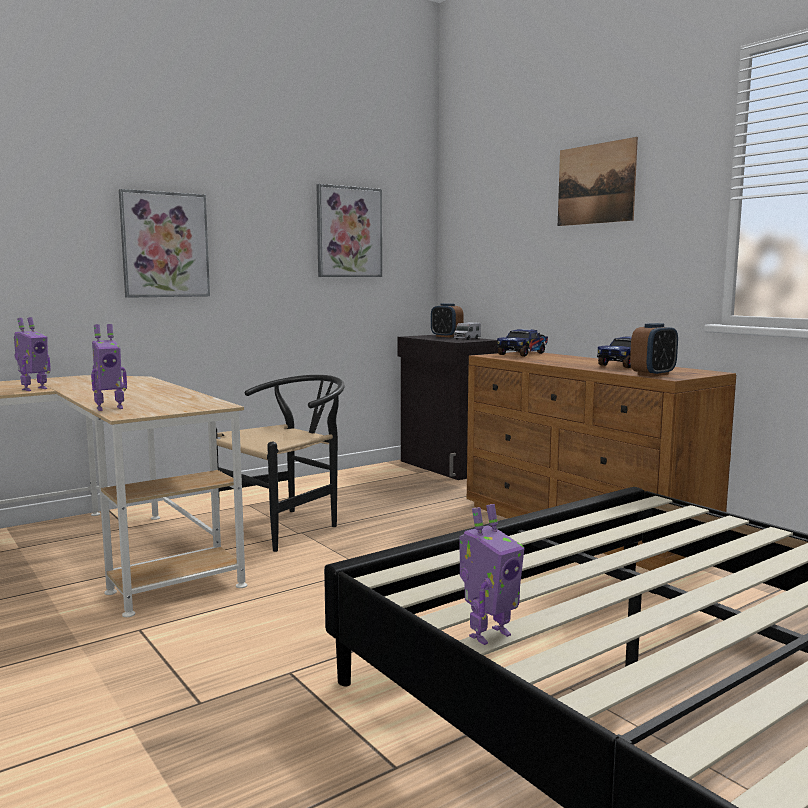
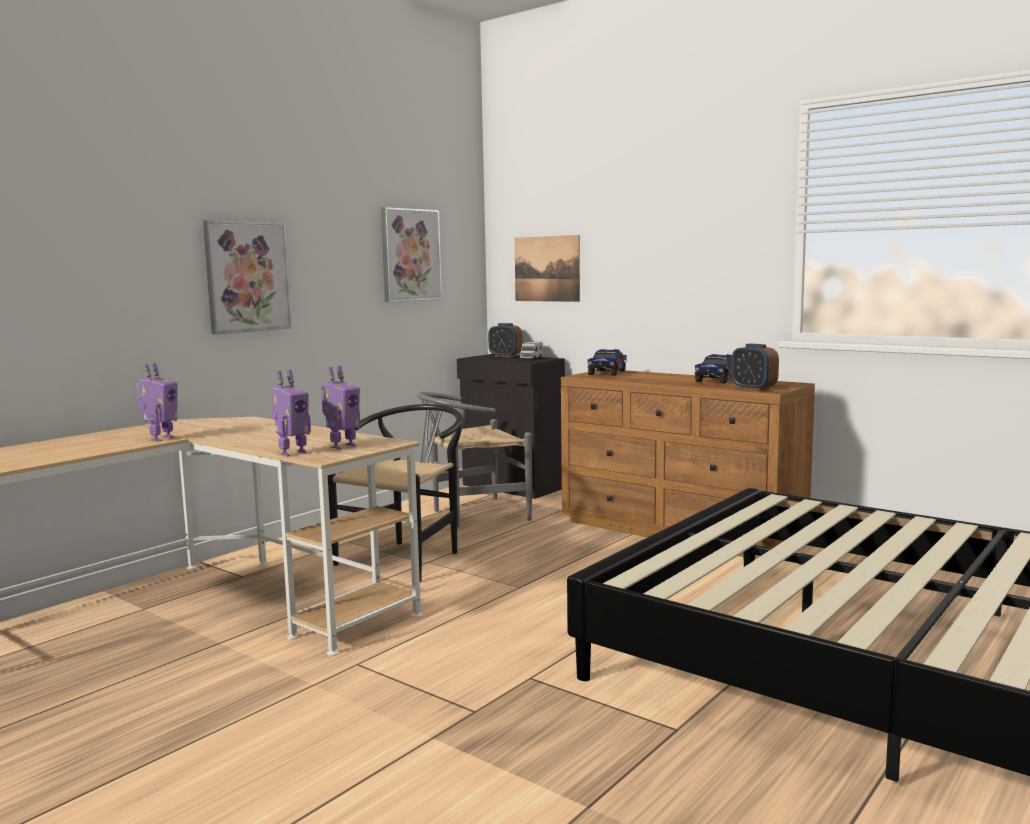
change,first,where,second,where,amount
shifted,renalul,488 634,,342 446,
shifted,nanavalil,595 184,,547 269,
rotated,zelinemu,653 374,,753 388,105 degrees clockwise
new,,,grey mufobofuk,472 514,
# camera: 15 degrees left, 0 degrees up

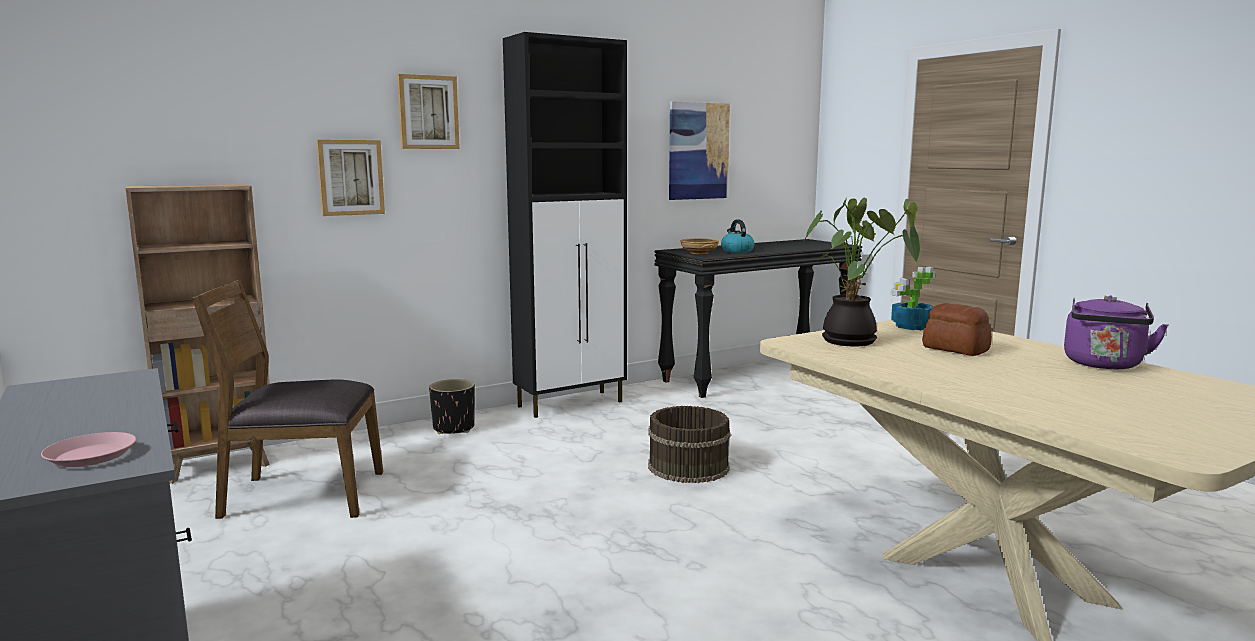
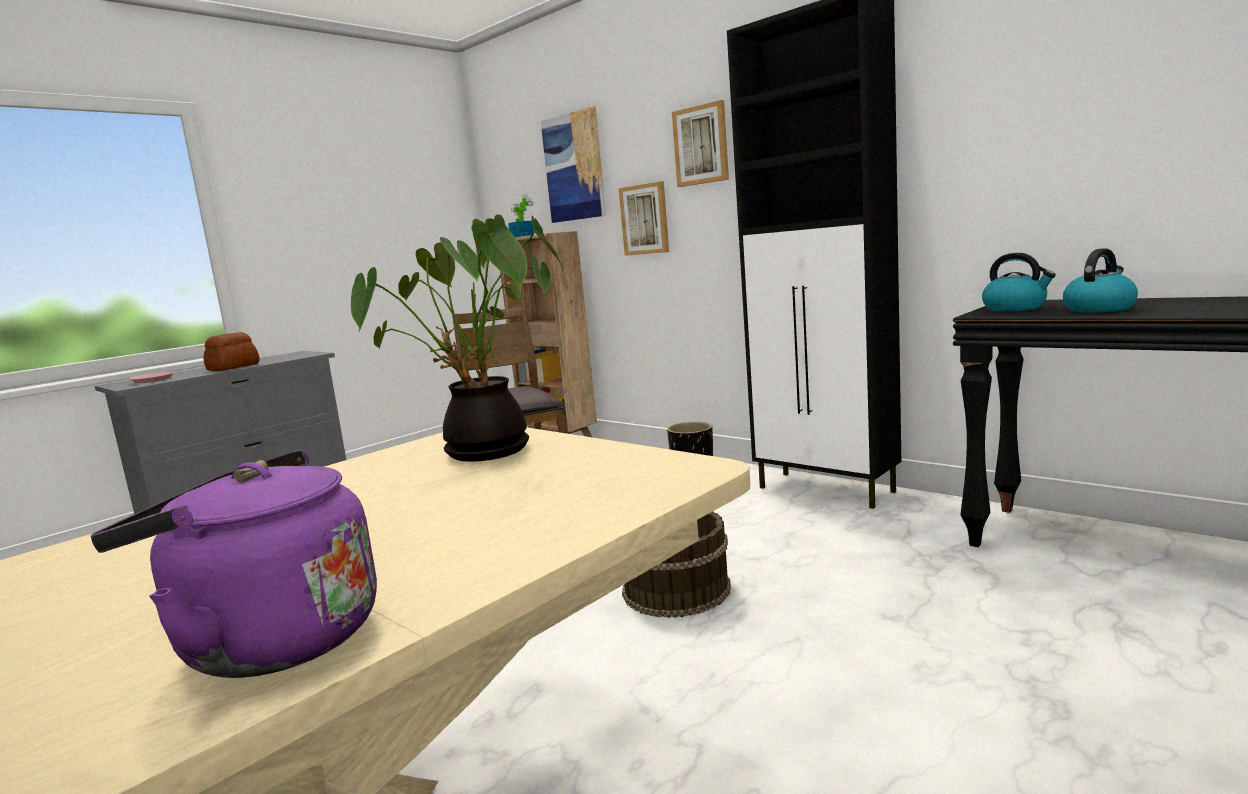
change,first,where,second,where,amount
shifted,nanavalil,698 151,,574 167,
swapped,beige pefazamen,699 253,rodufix,1015 308,
shifted,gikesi,911 327,,523 236,
shifted,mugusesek,955 349,,232 367,
# camera: 75 degrees right, 0 degrees up

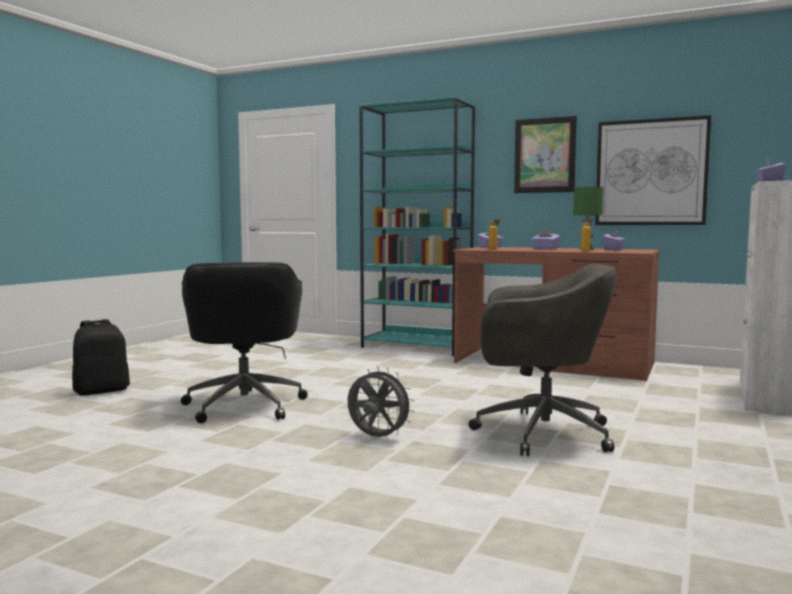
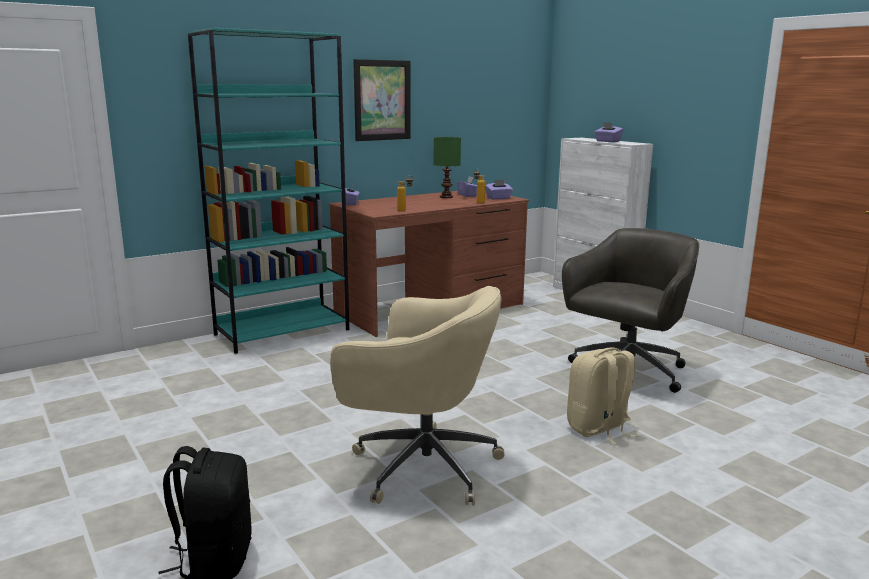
change,first,where,second,where,amount
repainted,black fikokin,245 405,beige fikokin,421 466,
swapped,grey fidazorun,377 438,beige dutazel,599 429,
shifted,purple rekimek,545 249,,498 198,
gone,nanavalil,651 172,,,
# camera: 60 degrees left, 10 degrees up

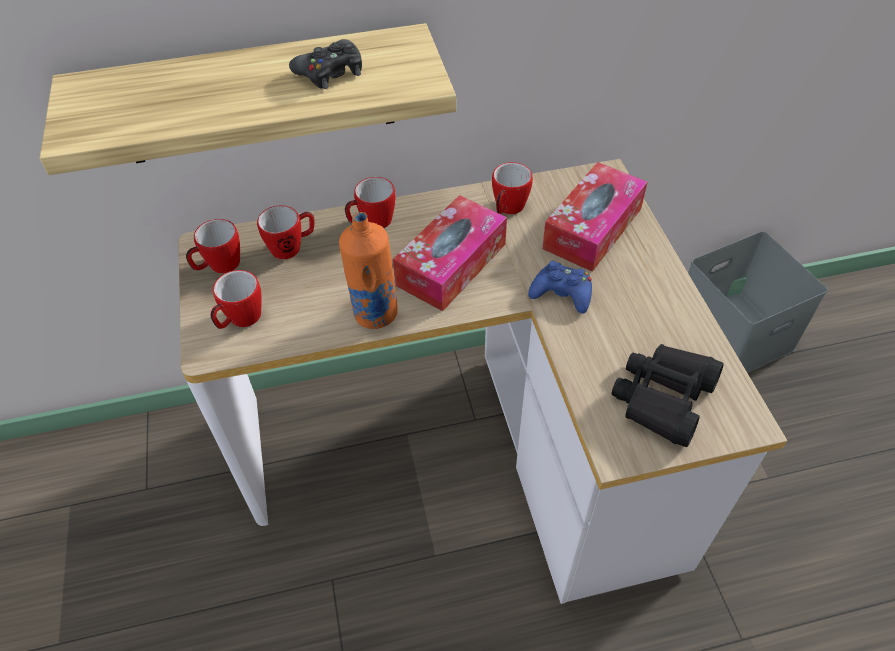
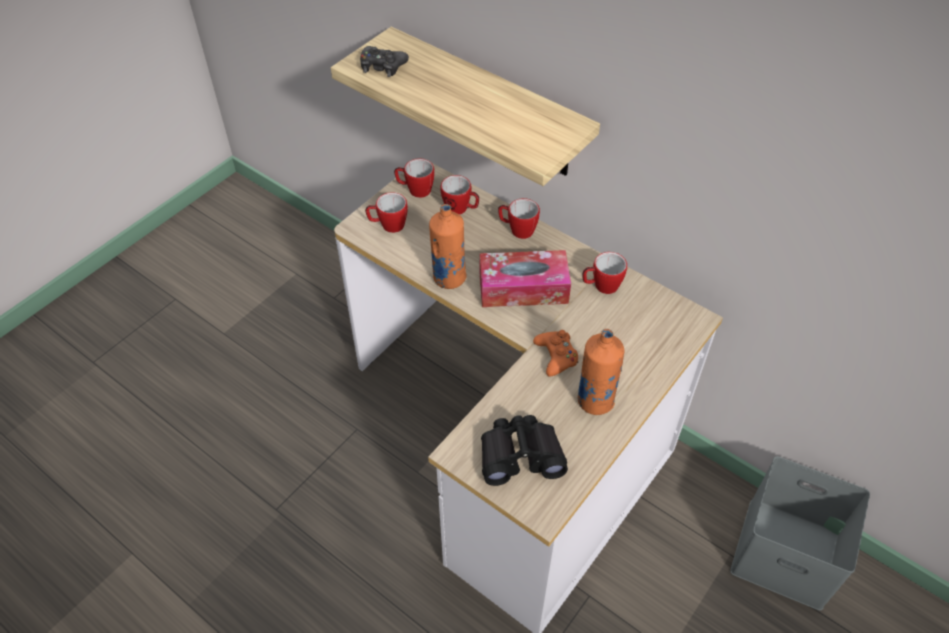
change,first,where,second,where,amount
shifted,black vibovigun,330 72,,382 66,
repainted,blue vibovigun,562 293,orange vibovigun,556 356,
gone,rekimek,592 228,,,
new,,,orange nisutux,595 400,
# camera: 50 degrees right, 0 degrees up

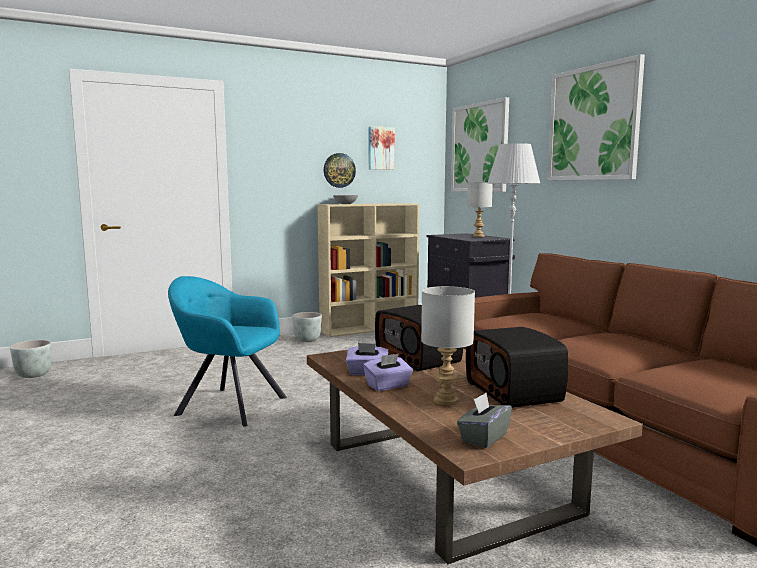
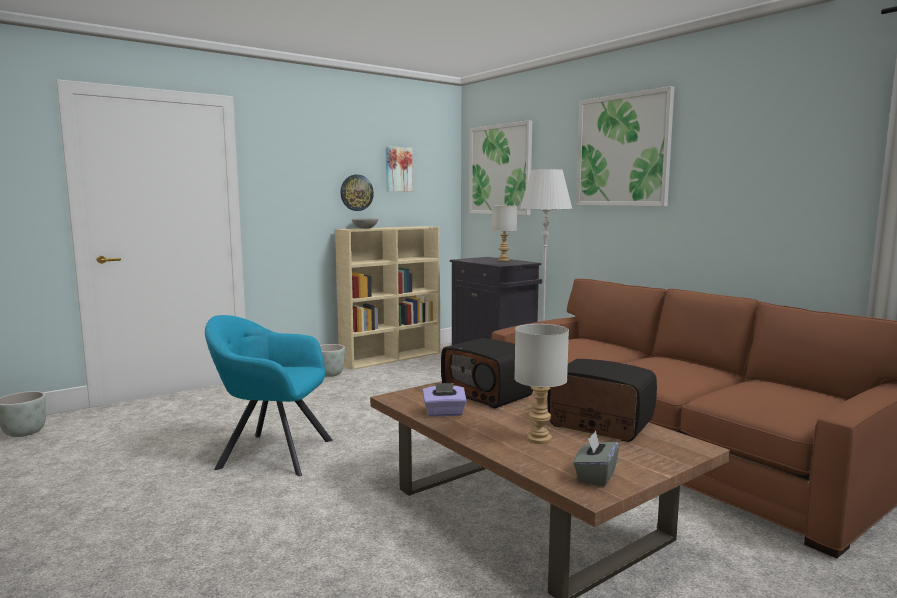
change,first,where,second,where,amount
gone,purple rekimek,388 386,,,
rotated,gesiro,515 391,,599 424,150 degrees clockwise
# camera: 10 degrees left, 0 degrees up

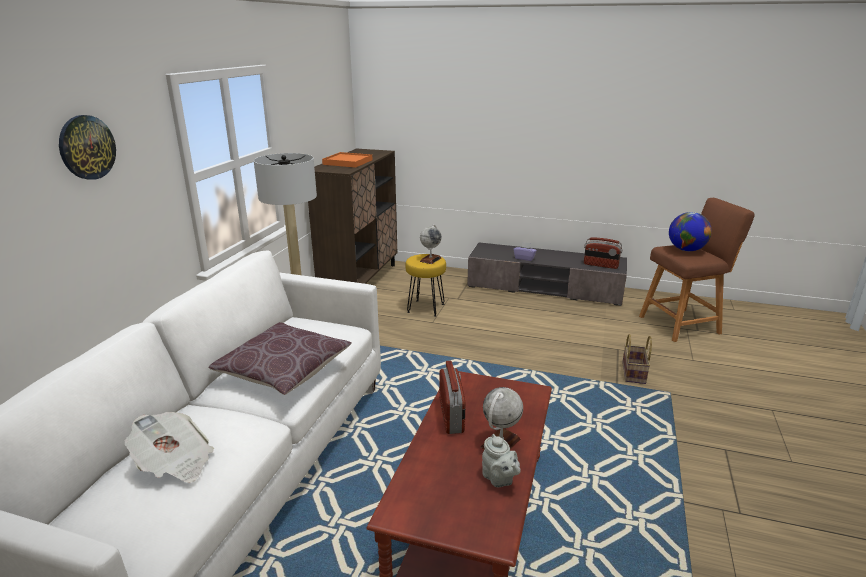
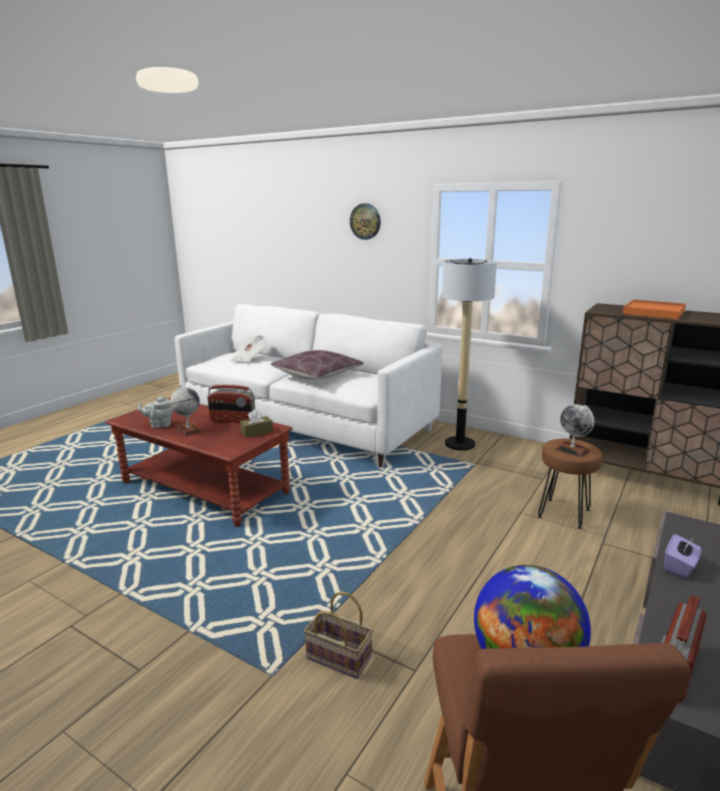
change,first,where,second,where,amount
repainted,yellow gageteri,426 308,brown gageteri,564 513,
new,,,brown rekimek,257 432,
# camera: 105 degrees right, 5 degrees down

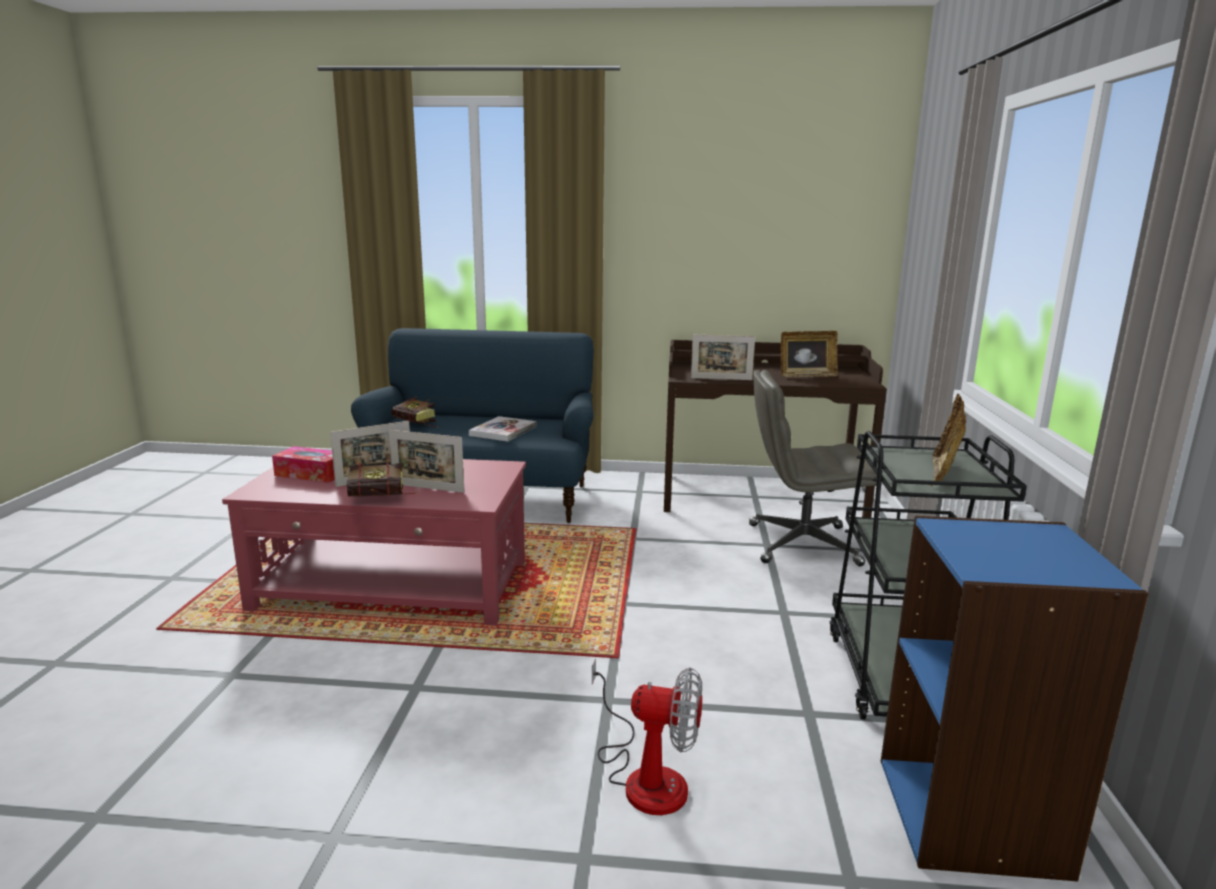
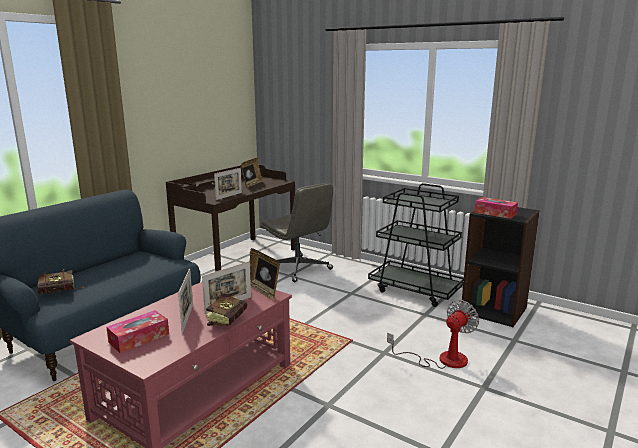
change,first,where,second,where,amount
gone,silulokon,503 431,,,
rotated,grey fikokin,801 544,,298 269,75 degrees counterclockwise
repainted,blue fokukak,972 816,black fokukak,494 310,
shifted,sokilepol,943 474,,263 291,
new,,,rekimek,495 213,
# camera: 60 degrees left, 0 degrees up

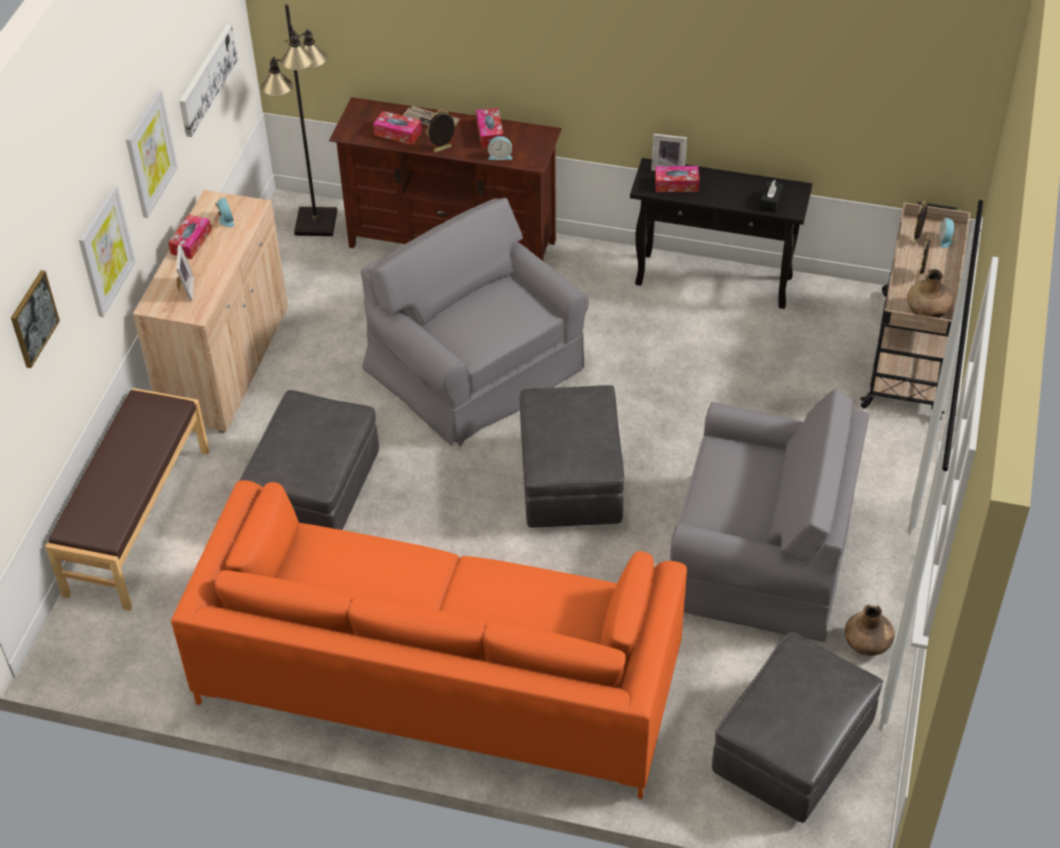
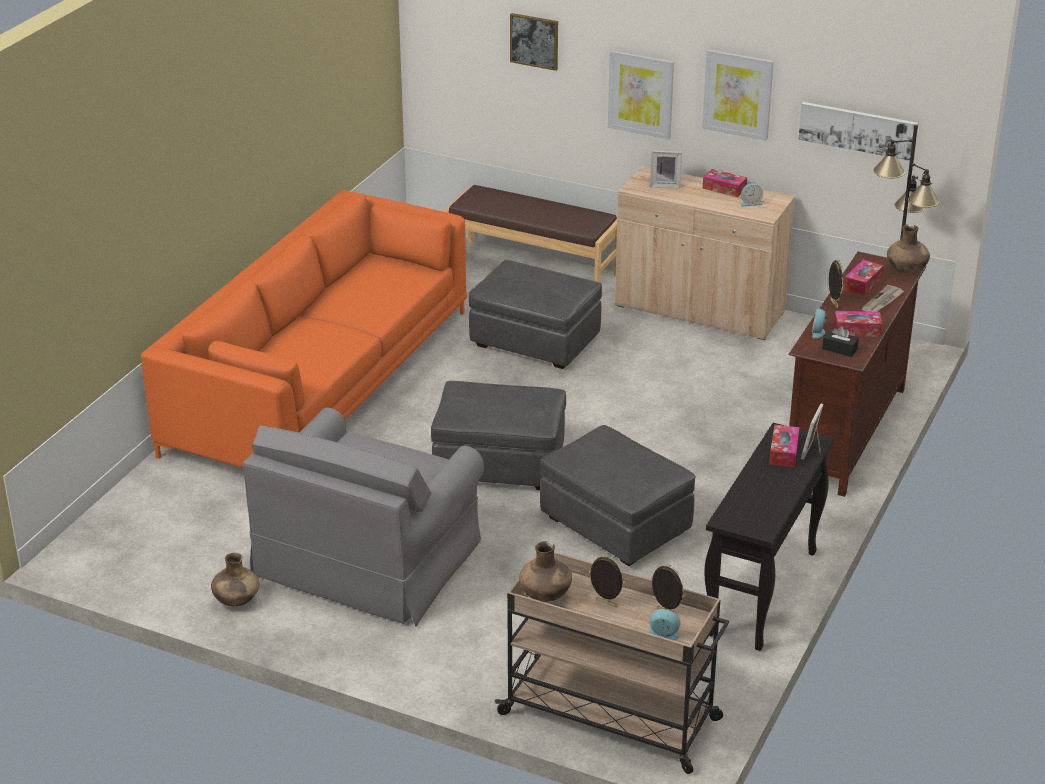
change,first,where,second,where,amount
gone,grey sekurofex,476 368,,,
shifted,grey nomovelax,792 751,,615 525,
shifted,black rekimek,770 201,,839 349,
new,,,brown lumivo,906 271,
# camera: 100 degrees right, 15 degrees down

